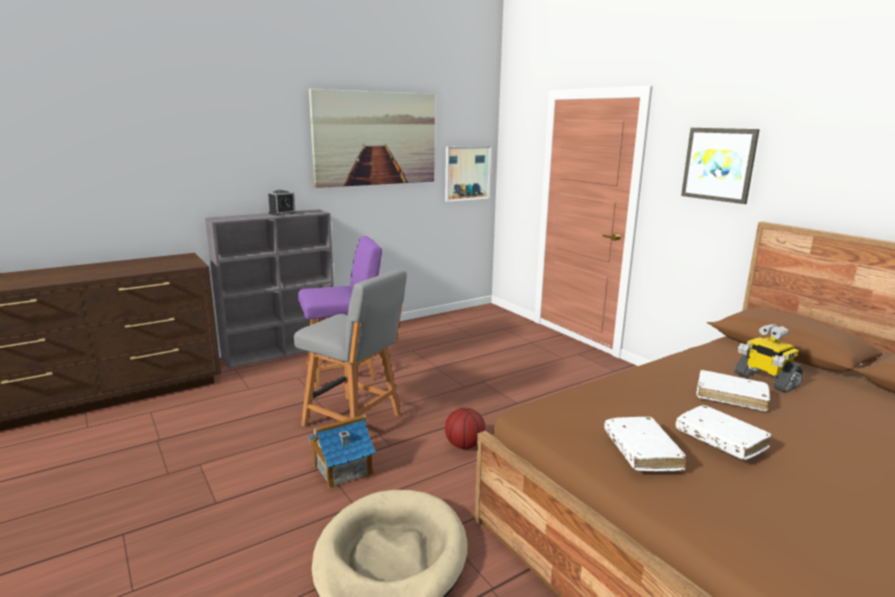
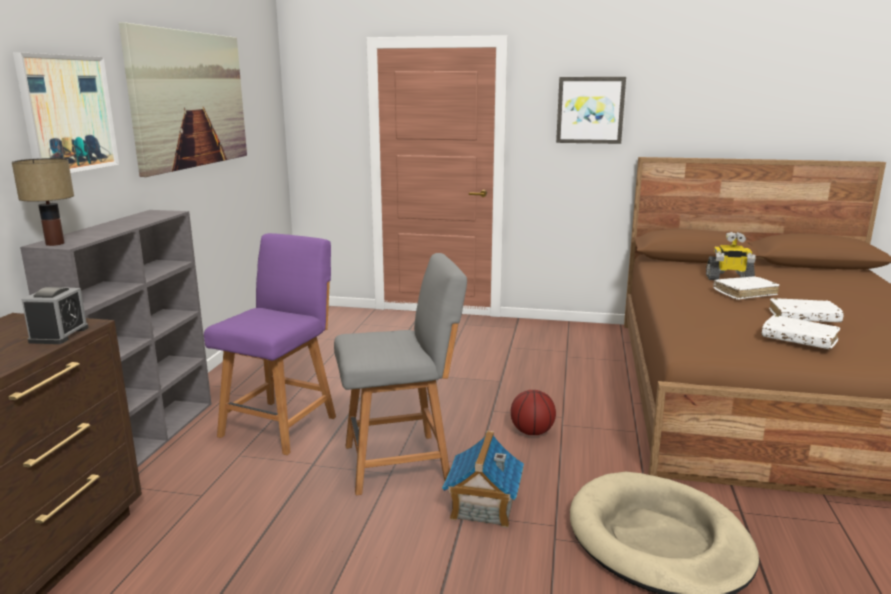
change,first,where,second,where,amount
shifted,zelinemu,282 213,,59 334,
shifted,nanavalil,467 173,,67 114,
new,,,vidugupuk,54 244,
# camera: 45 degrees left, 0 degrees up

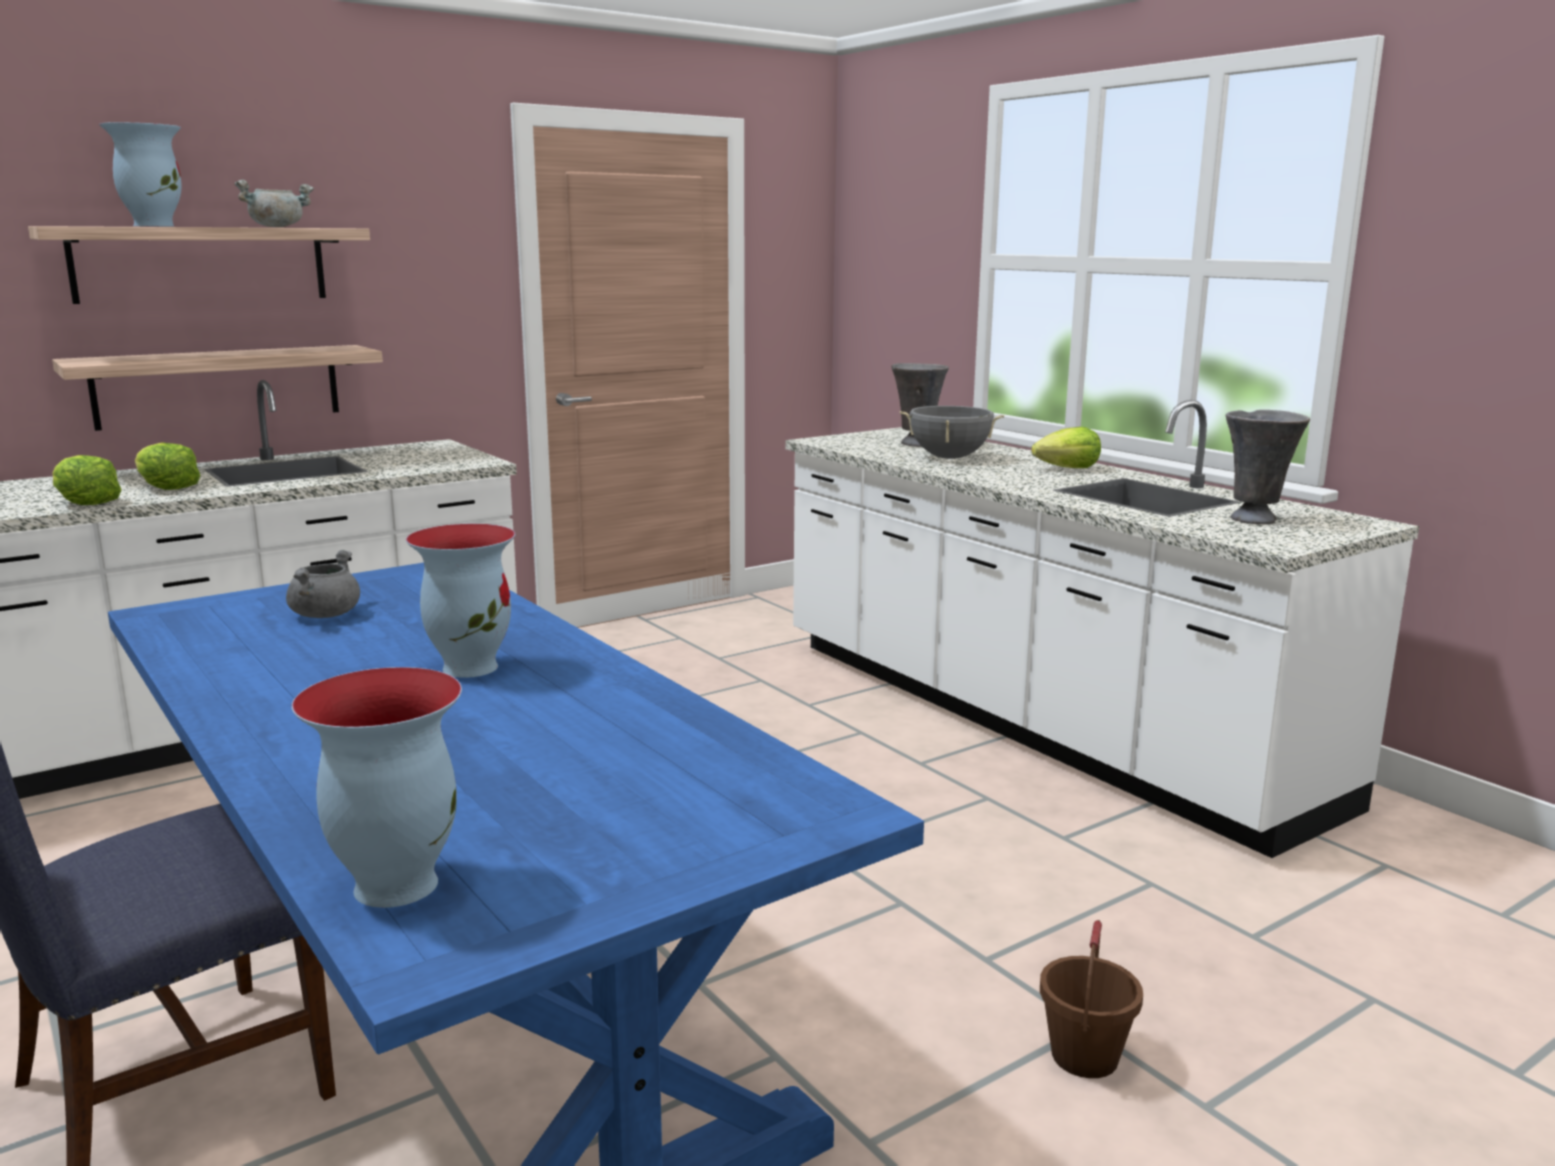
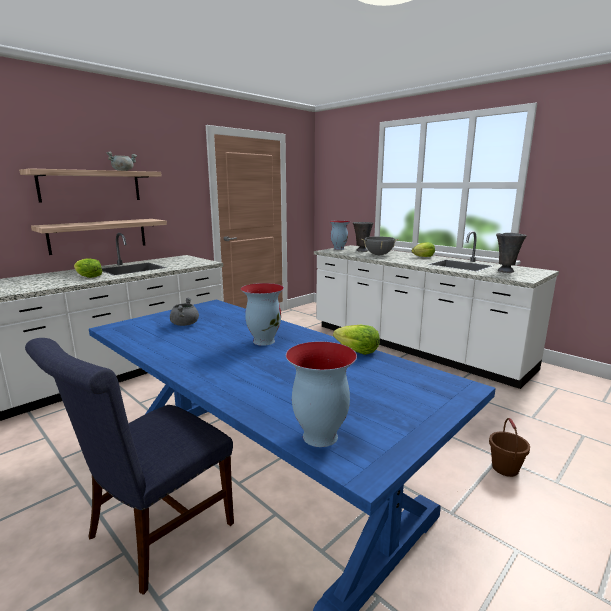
change,first,where,second,where,amount
shifted,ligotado,86 502,,357 351,
shifted,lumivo,153 226,,338 249,
# camera: 10 degrees left, 0 degrees up

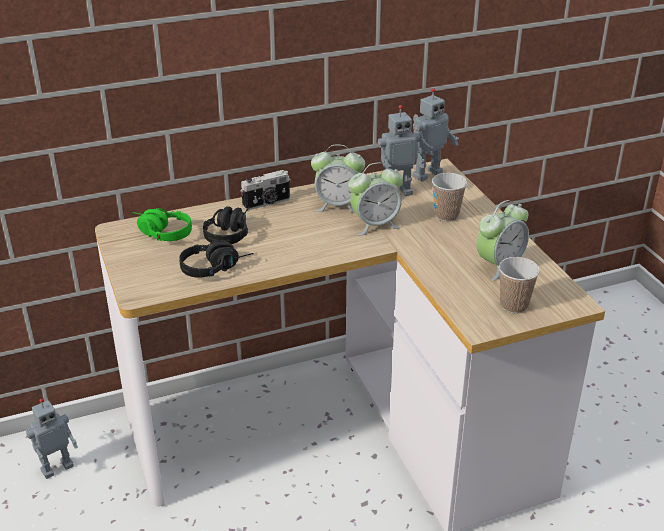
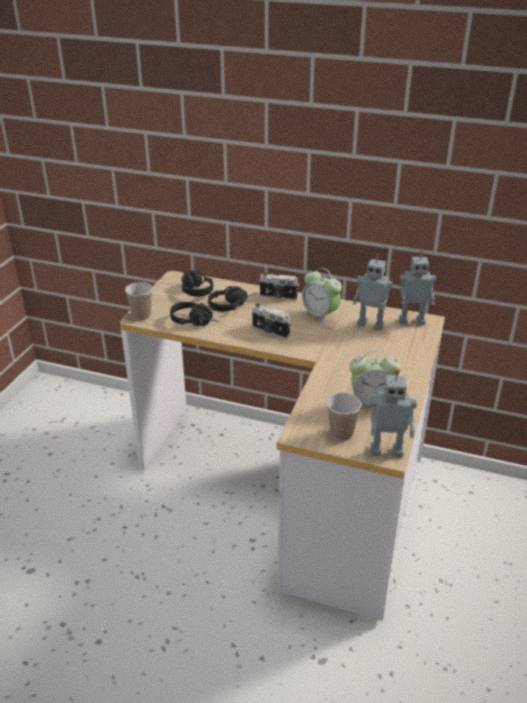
change,first,where,second,where,amount
shifted,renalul,57 467,,386 450,
repainted,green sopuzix,159 233,black sopuzix,194 289,
gone,zelinemu,375 225,,,
shifted,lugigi,446 215,,141 315,
new,,,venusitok,270 331,
# camera: 40 degrees right, 0 degrees up

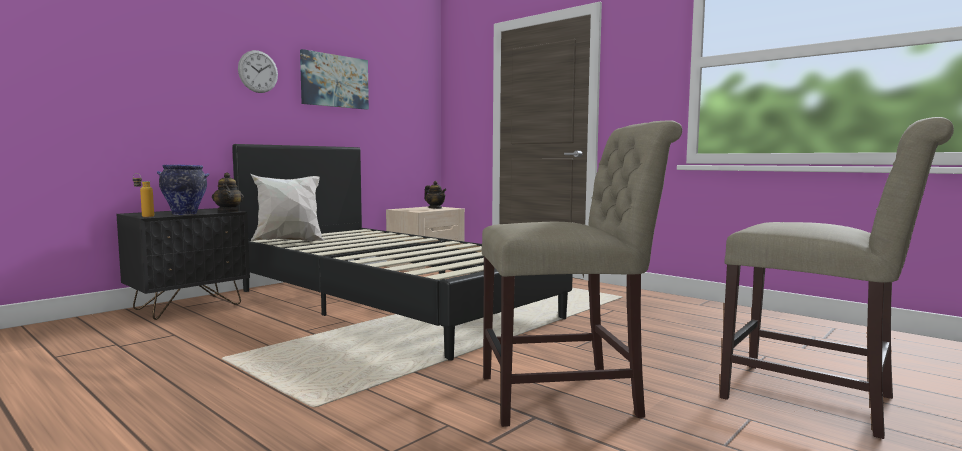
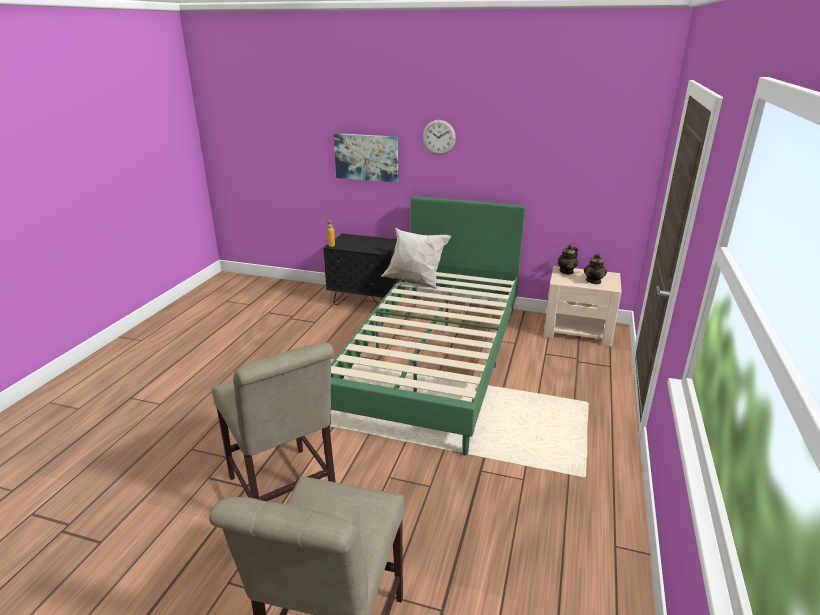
change,first,where,second,where,amount
gone,lumivo,185 214,,,
shifted,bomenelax,228 211,,566 271,
repainted,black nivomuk,389 303,green nivomuk,435 359,
shifted,nanavalil,334 81,,366 157,
# camera: 65 degrees right, 20 degrees up

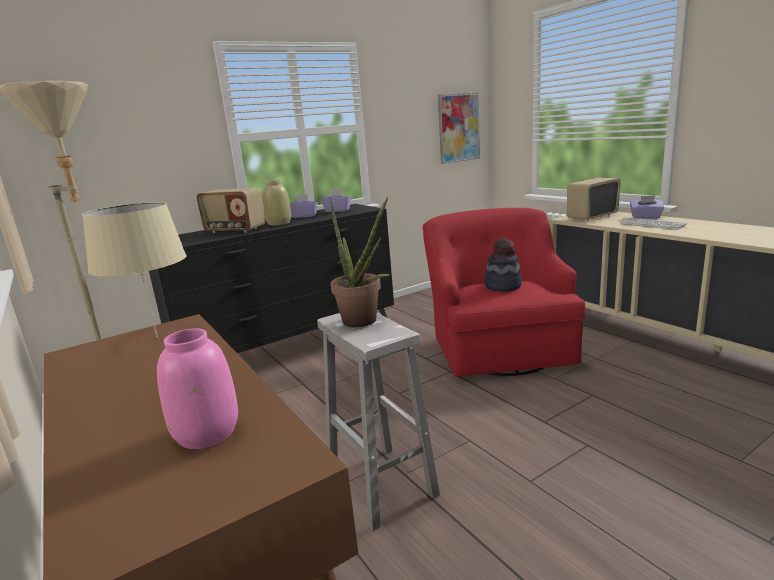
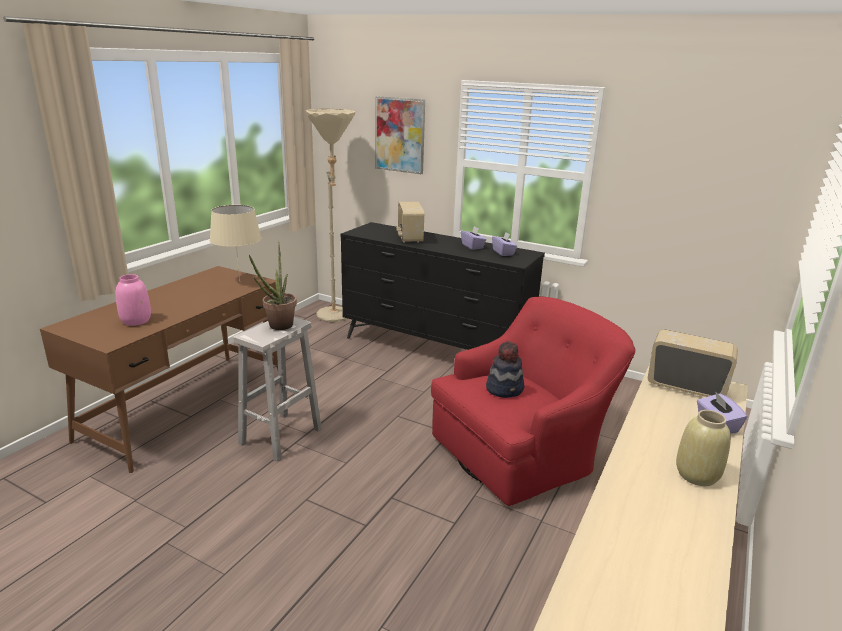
change,first,where,second,where,amount
shifted,beige lumivo,279 223,,697 475,
shifted,nanavalil,458 128,,400 135,
gone,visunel,652 225,,,
# camera: 60 degrees right, 5 degrees up

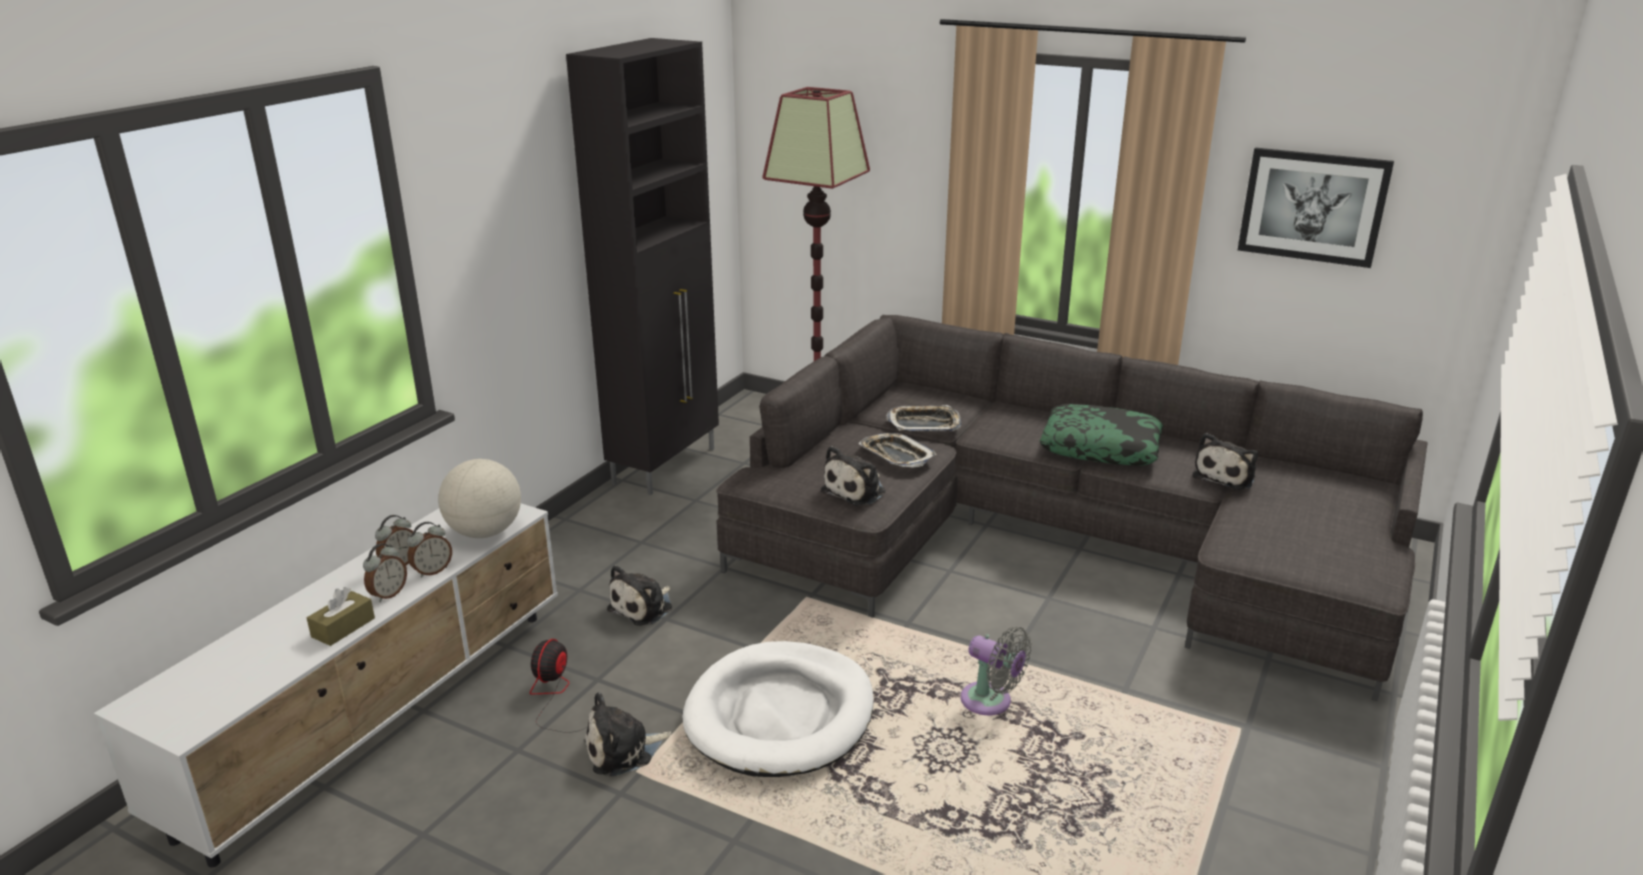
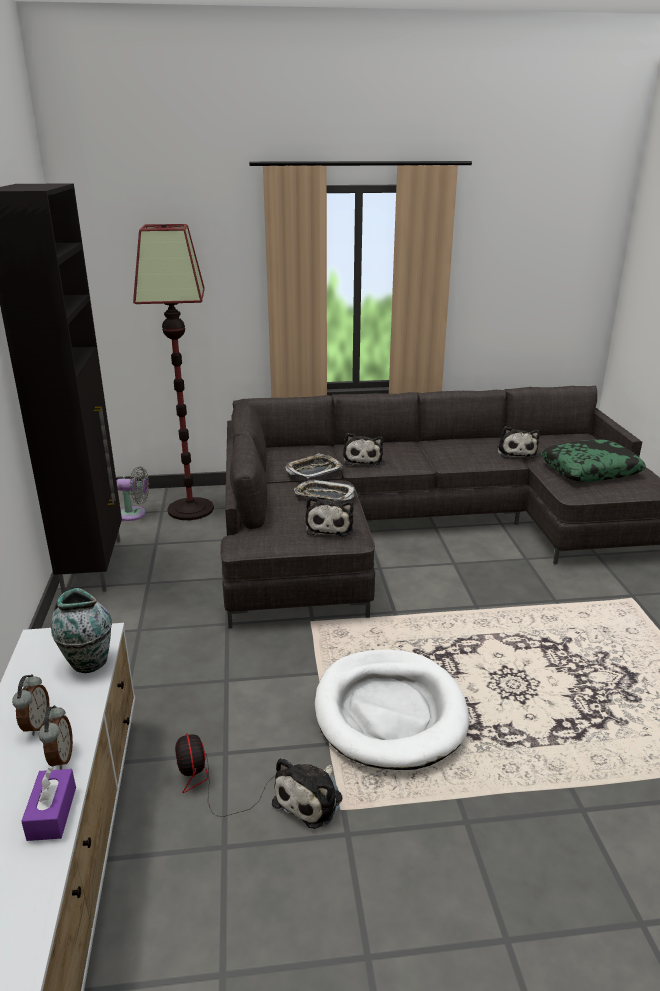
change,first,where,second,where,amount
repainted,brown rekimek,343 627,purple rekimek,52 813,
gone,zelinemu,432 571,,,
swapped,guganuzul,485 532,lumivo,88 662,
shifted,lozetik,643 607,,362 459,
shifted,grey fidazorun,990 702,,134 514,
shifted,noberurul,1100 447,,590 470,
gone,nanavalil,1313 206,,,
# camera: 35 degrees left, 0 degrees up

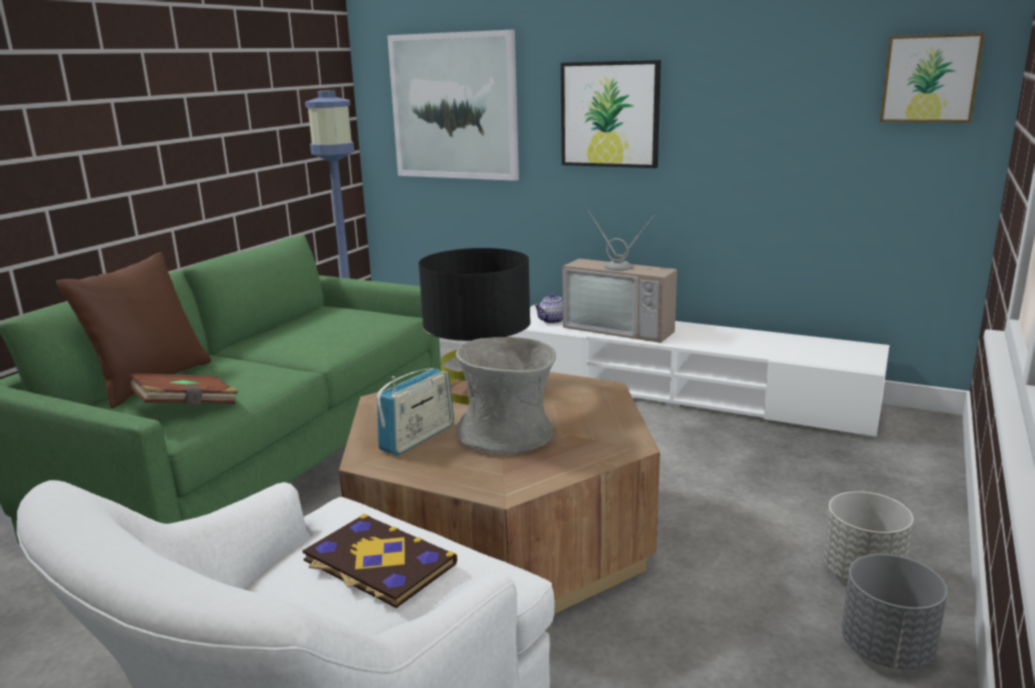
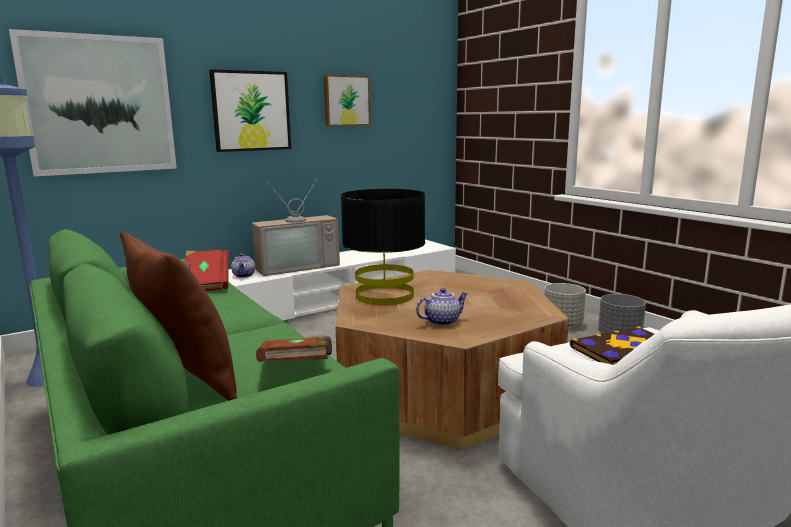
change,first,where,second,where,amount
swapped,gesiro,417 438,bomenelax,442 321,
gone,grey lumivo,507 435,,,
shifted,nanavalil,930 78,,346 100,
new,,,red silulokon,206 283,
# camera: 60 degrees left, 5 degrees down

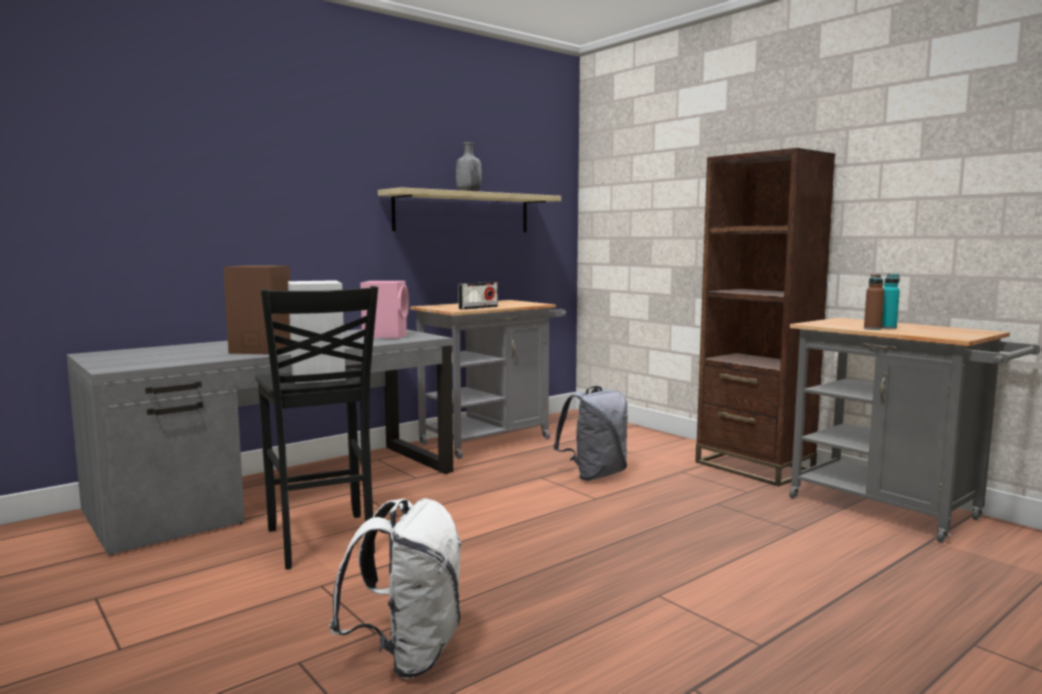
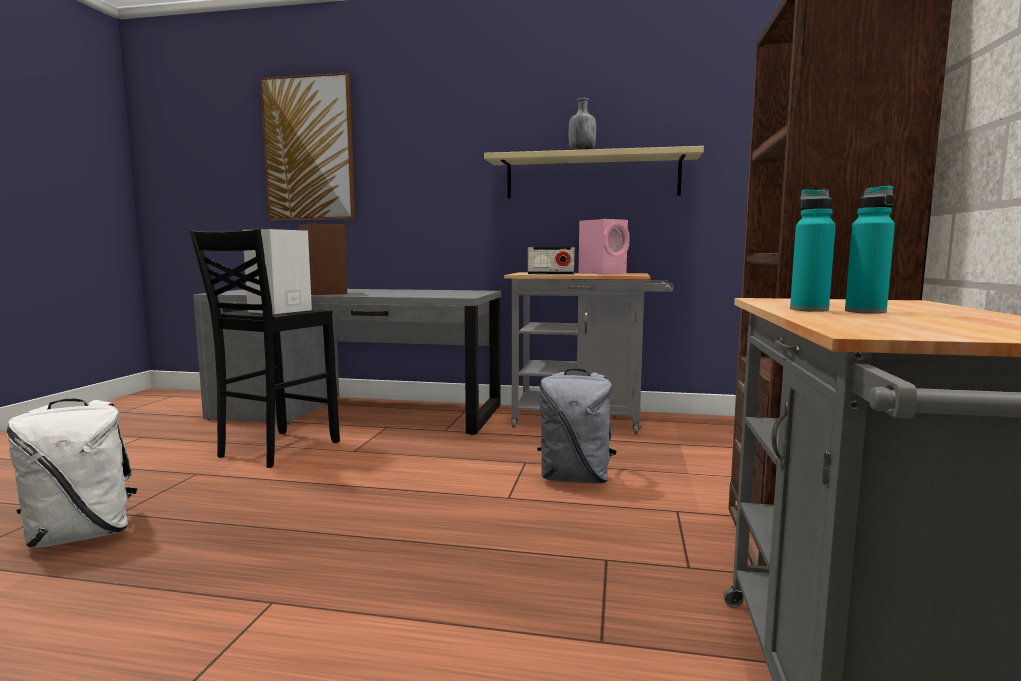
change,first,where,second,where,amount
shifted,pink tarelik,386 336,,603 274,
repainted,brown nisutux,872 329,turquoise nisutux,809 310,
new,,,nanavalil,309 149,
# camera: 50 degrees right, 0 degrees up

